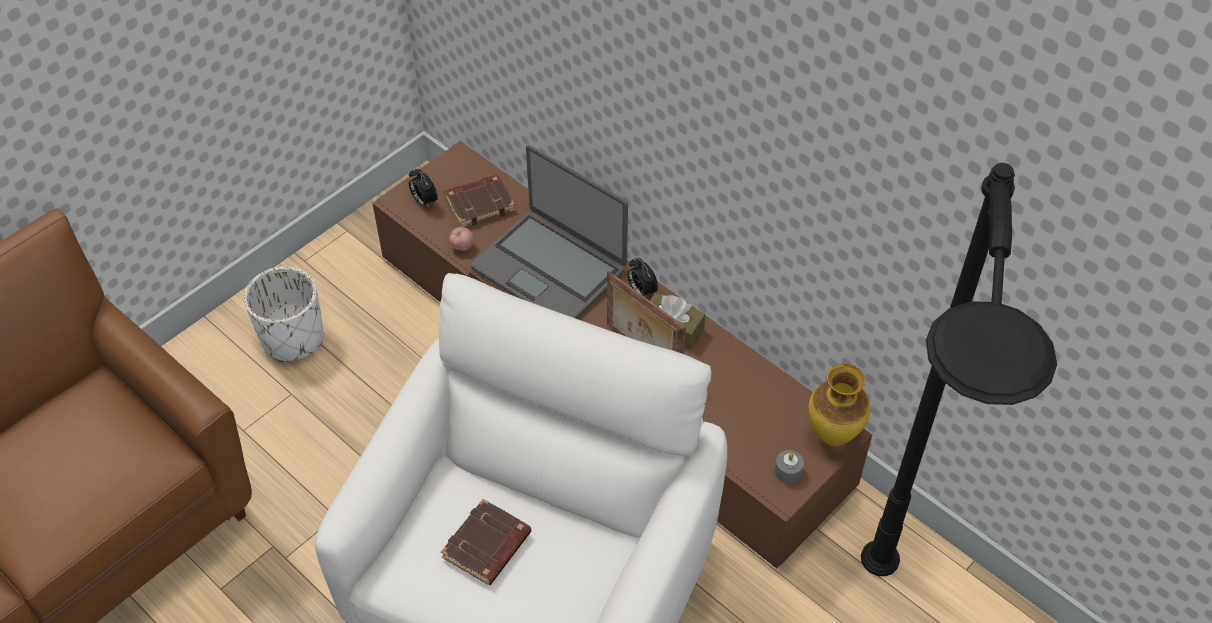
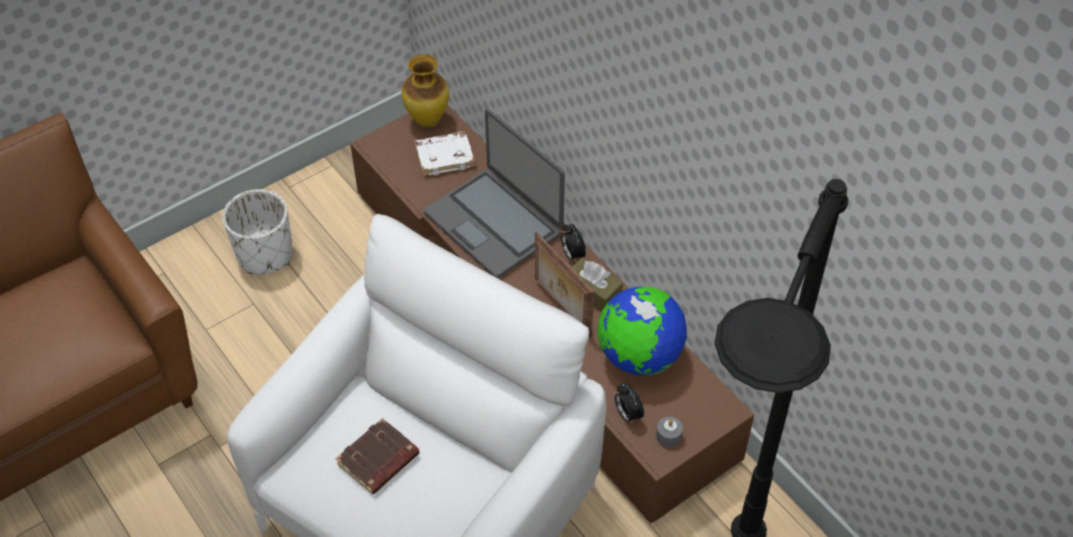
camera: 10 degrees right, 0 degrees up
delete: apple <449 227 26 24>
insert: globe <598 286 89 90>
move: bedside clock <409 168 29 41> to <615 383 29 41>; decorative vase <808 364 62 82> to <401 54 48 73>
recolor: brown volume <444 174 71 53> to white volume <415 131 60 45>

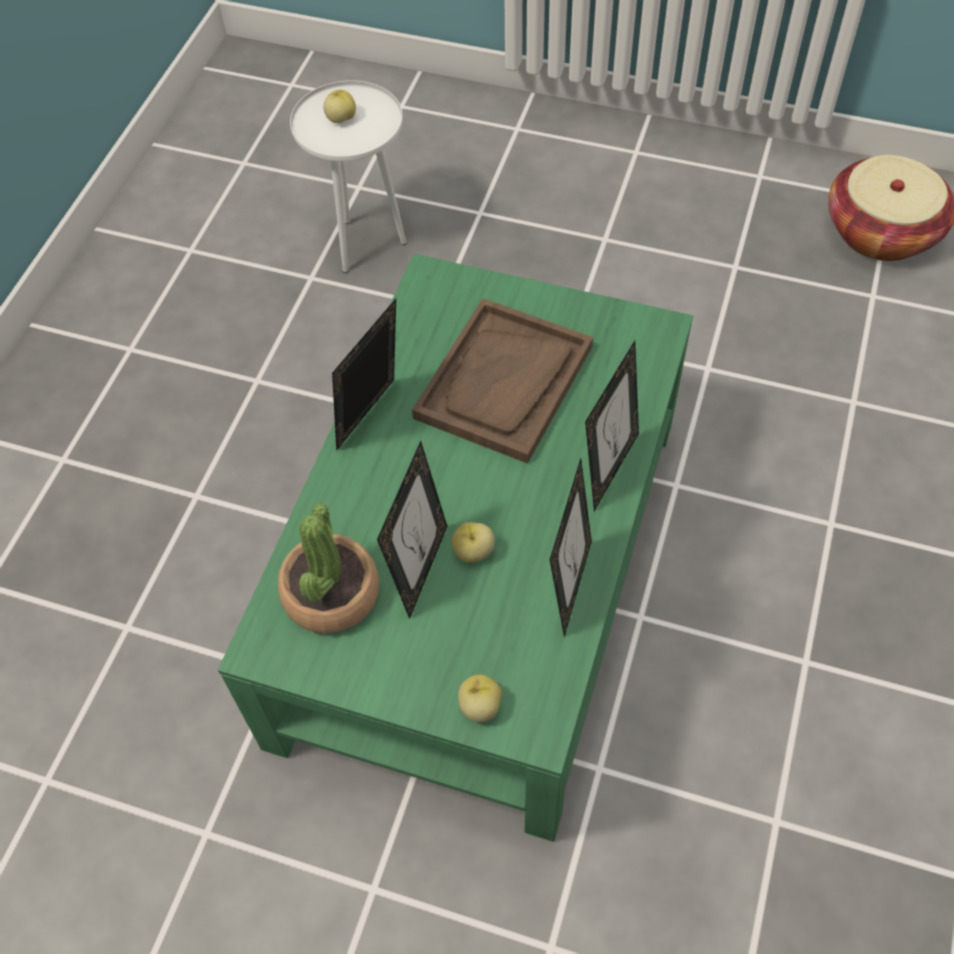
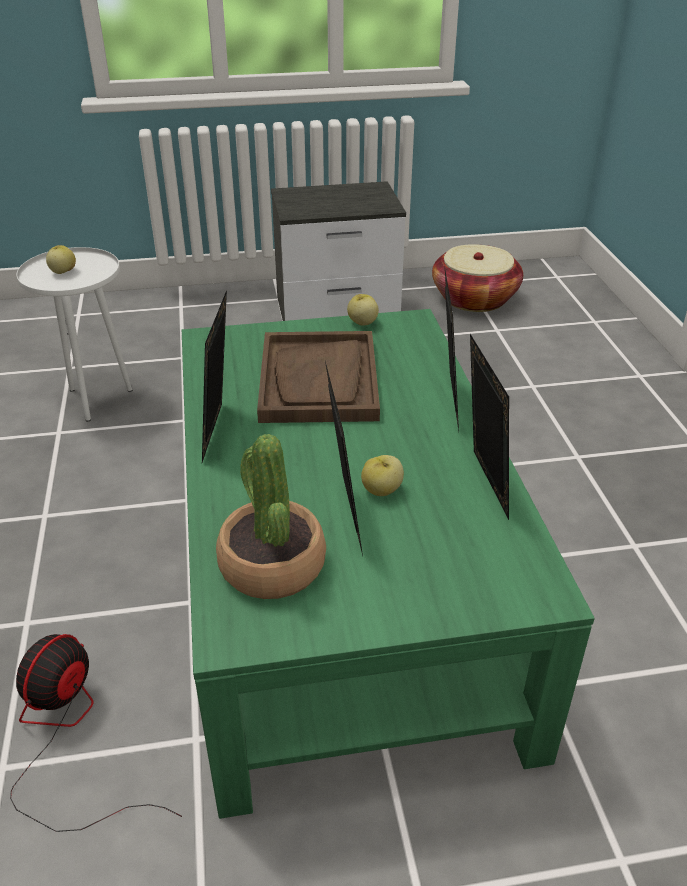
camera: 30 degrees left, 20 degrees down
insert: fan <10 634 172 198>; nightstand <271 181 135 140>
move: apple <458 674 44 48> to <347 294 32 32>

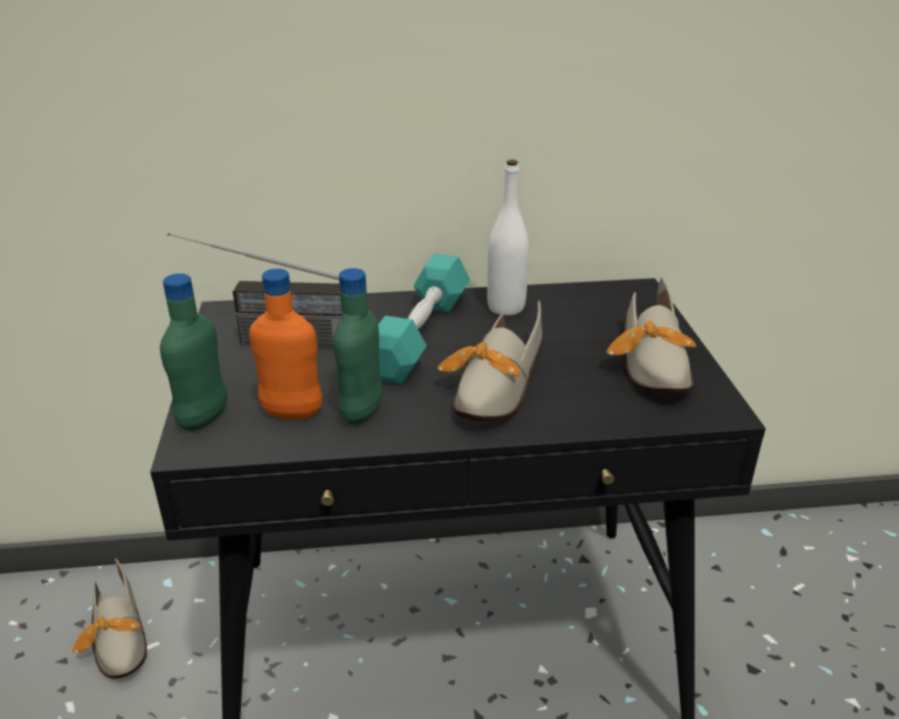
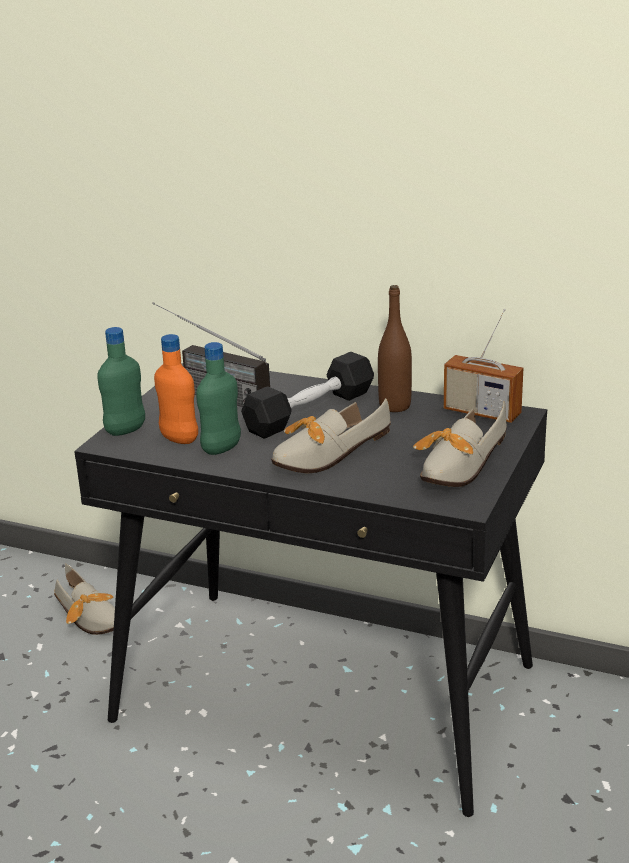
camera: 30 degrees right, 5 degrees down
insert: radio set <444 309 79 114>
recolor: turquoise-coloured free weight <378 253 92 131> to black free weight <241 352 133 87>; white drink bottle <487 159 42 157> to brown drink bottle <378 285 34 127>
rotate: item of footwear <73 558 74 120> = <54 563 61 72> 45 degrees counterclockwise

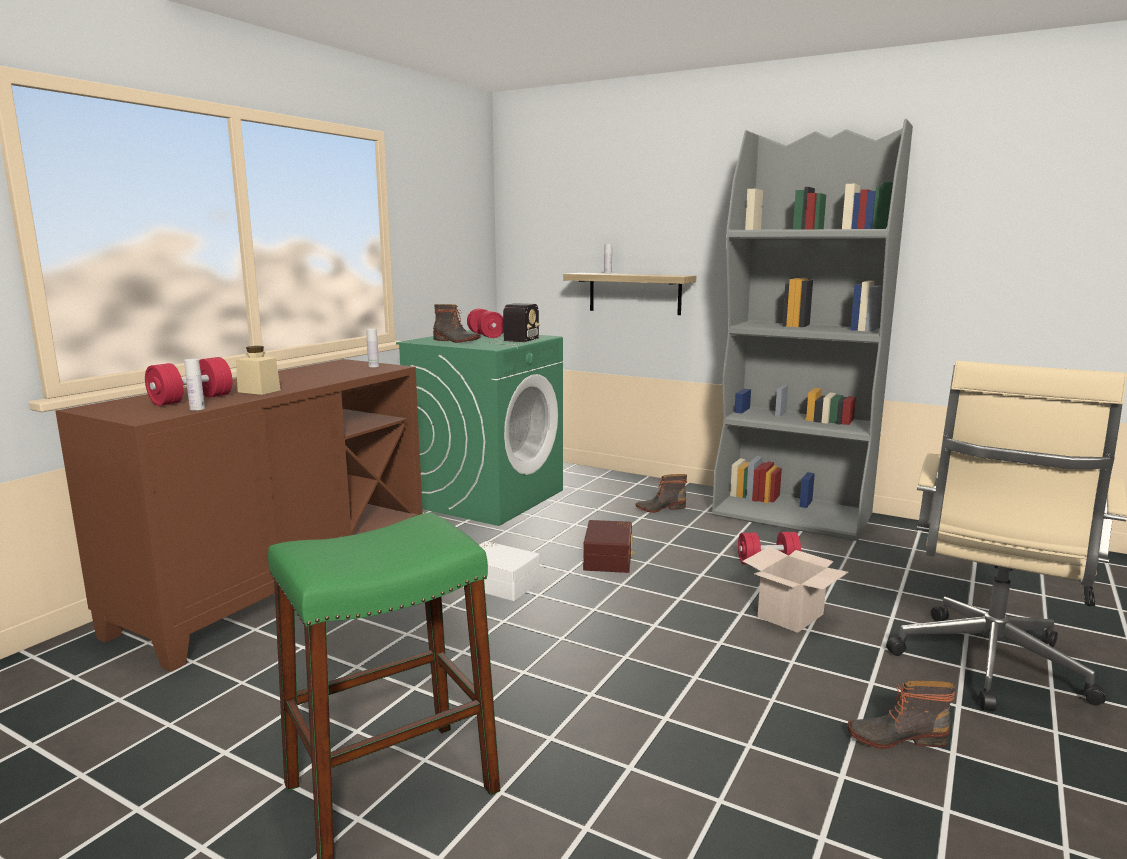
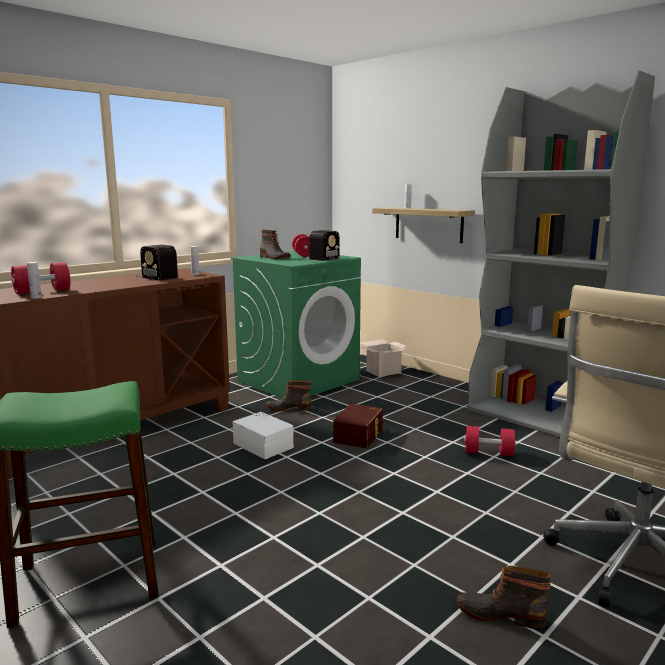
camera: 15 degrees right, 0 degrees up
delete: beige-coloured preserve jar <236 346 45 49>
insert: radio set <134 245 44 36>
move: boot <636 474 51 39> to <266 380 45 31>; cardboard box <743 546 105 87> to <361 339 47 38>

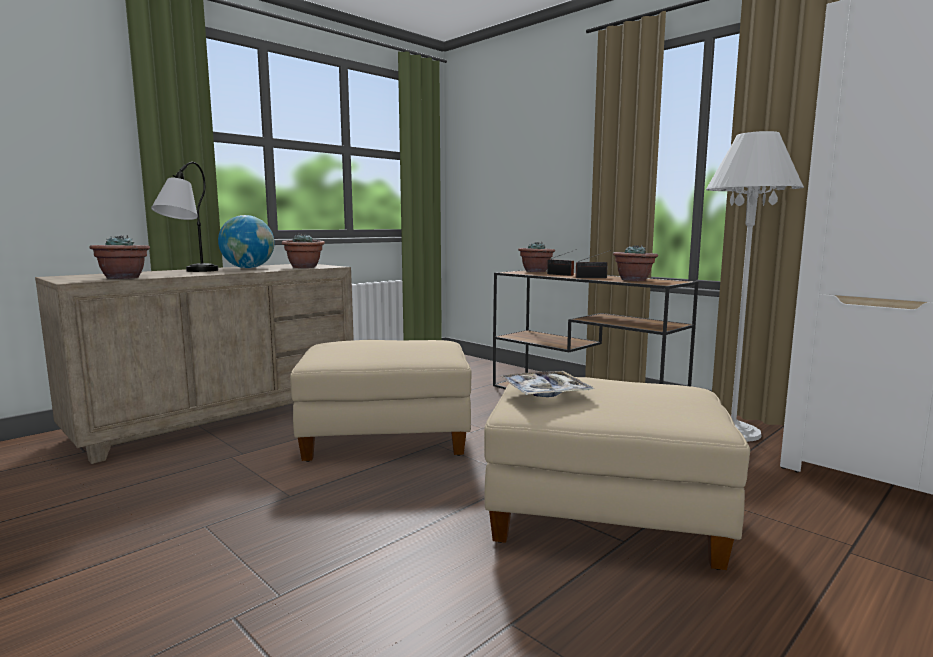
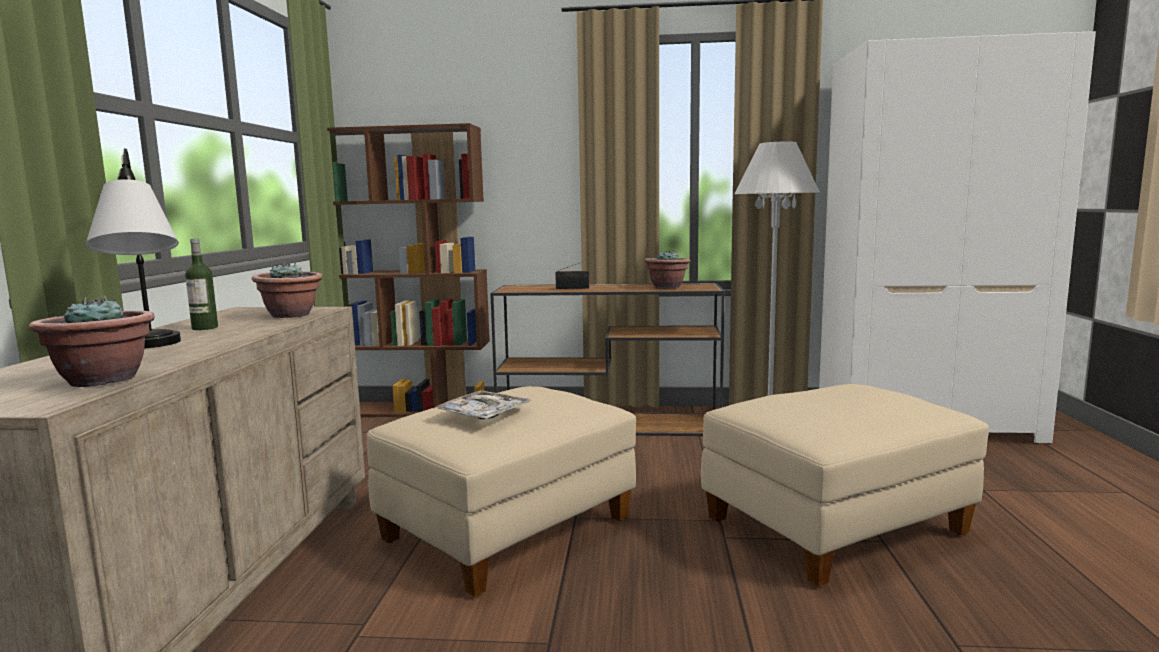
camera: 40 degrees left, 0 degrees up
delete: houseplant <518 242 37 30>; radio set <576 250 35 28>
insert: brown shelving unit <327 123 163 294>
move: tray <500 371 94 26> to <432 390 99 29>
replace: globe <218 215 56 53> to drink bottle <185 239 33 91>

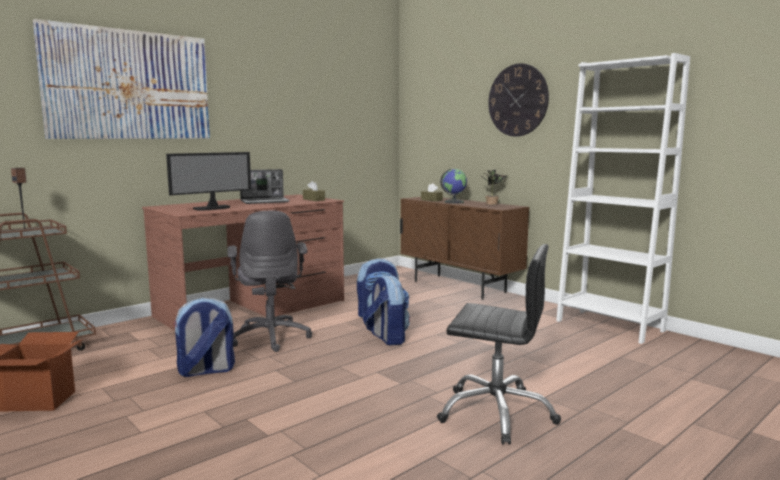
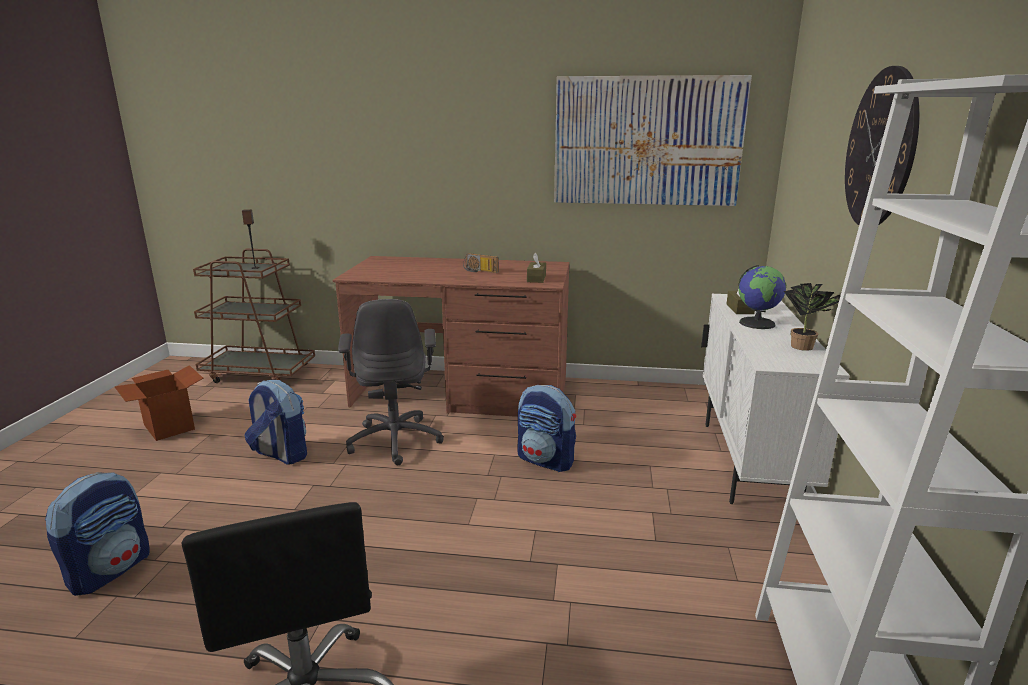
camera: 50 degrees right, 10 degrees up
delete: computer display <166 152 85 59>
move: wall art <33 19 177 120> to <554 75 198 131>; rucksack <363 274 47 71> to <45 472 105 124>
replace: laptop <240 169 50 35> to radio set <463 253 36 20>
recolor: brown storage cabinet <400 197 129 103> to white storage cabinet <701 294 149 210>
rotate: gray desk chair <227 211 85 141> = <338 299 106 166> 45 degrees counterclockwise

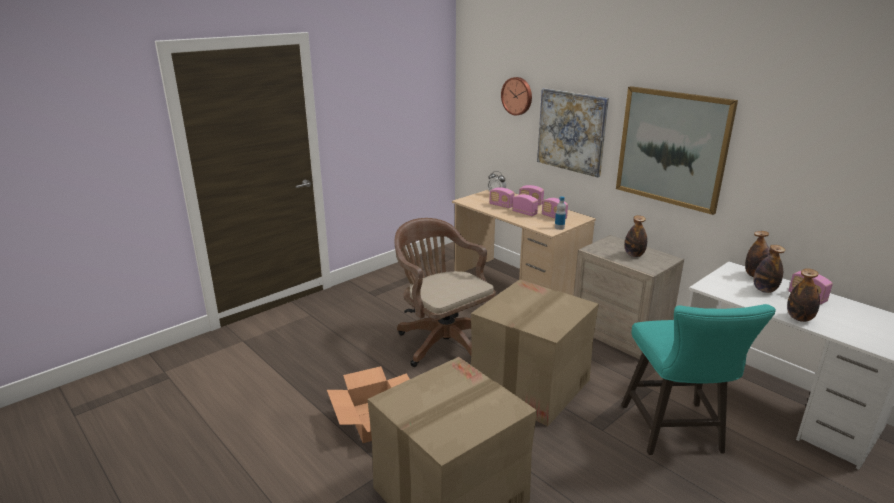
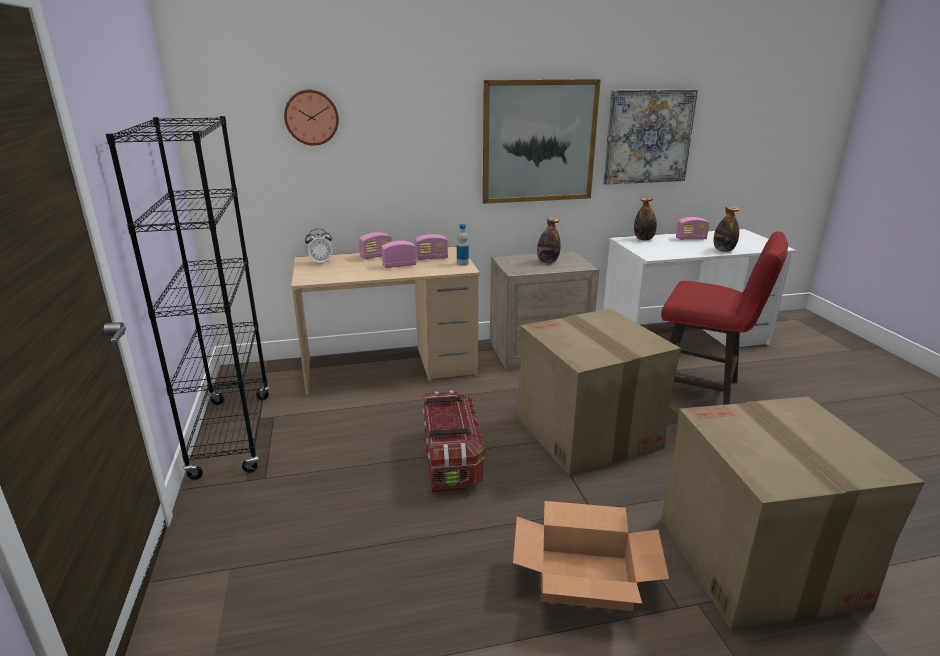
camera: 60 degrees left, 0 degrees up
delete: radio set <489 187 25 21>; drink bottle <753 245 32 48>
insert: black shelving unit <106 116 164 364>
move: wall art <537 88 72 89> to <603 89 95 96>
replace: brown desk chair <395 218 101 149> to storage container <423 390 62 103>
recolor: turquoise-coloured stool <621 304 155 151> to red stool <661 231 127 174>

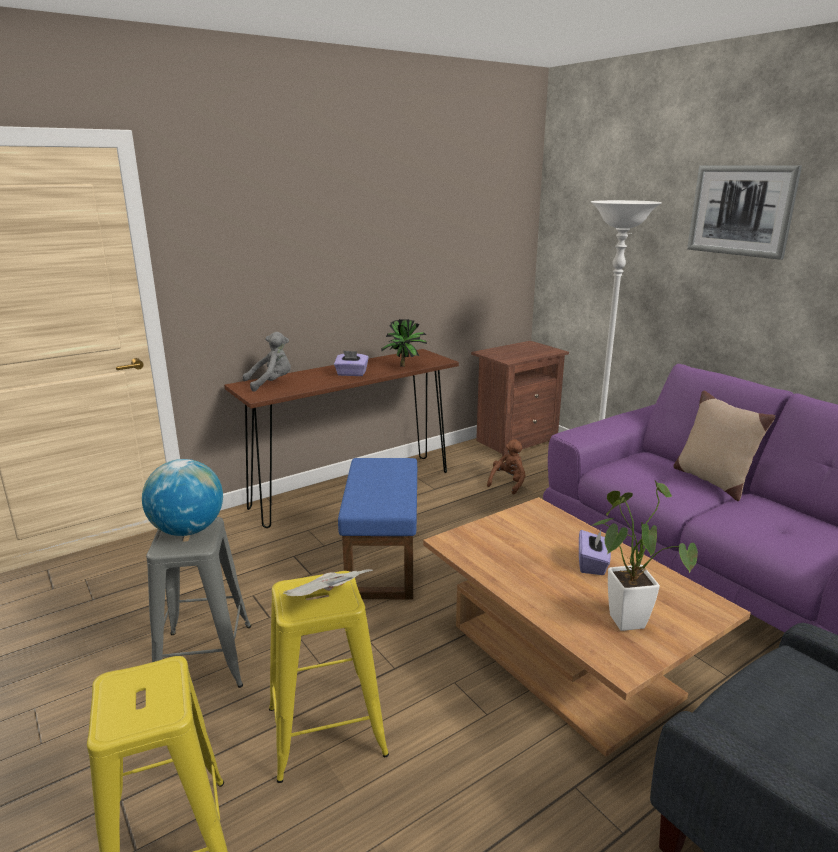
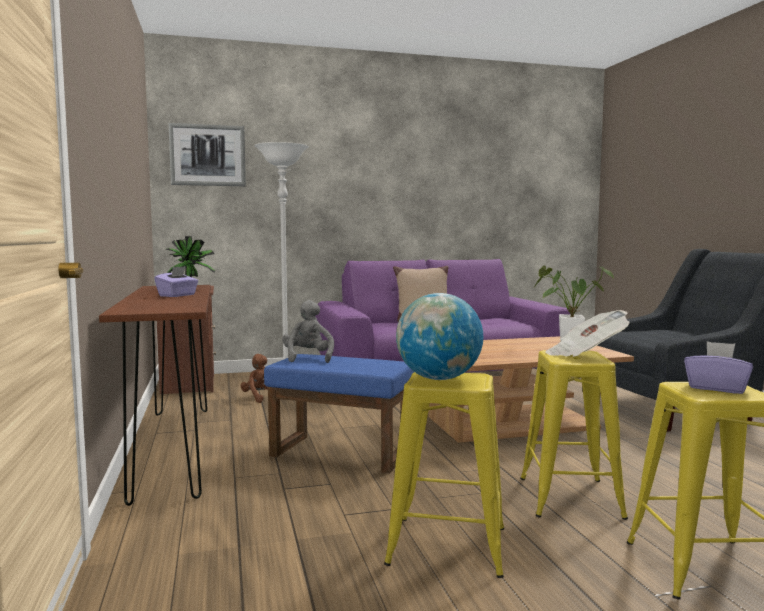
camera: 70 degrees left, 15 degrees down
move: gray plush toy <243 332 48 60> to <282 300 52 63>; purple tissue holder <579 530 32 45> to <684 341 69 53>; wall art <687 166 115 94> to <169 123 77 63>
recolor: gray stool <146 517 105 171> to yellow-coloured stool <384 372 120 206>

